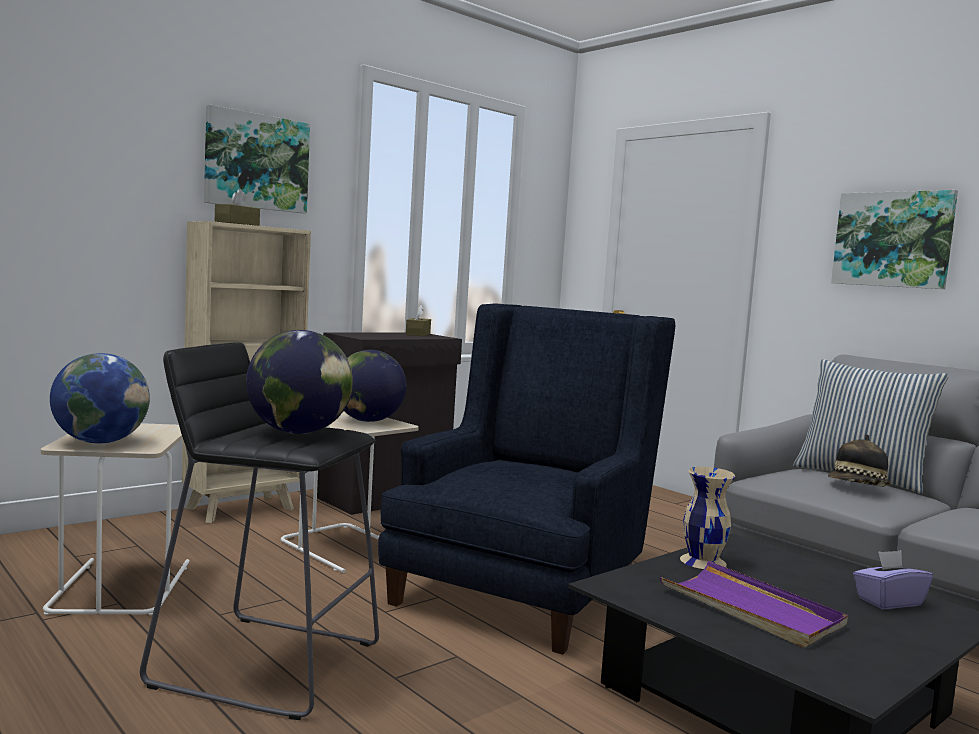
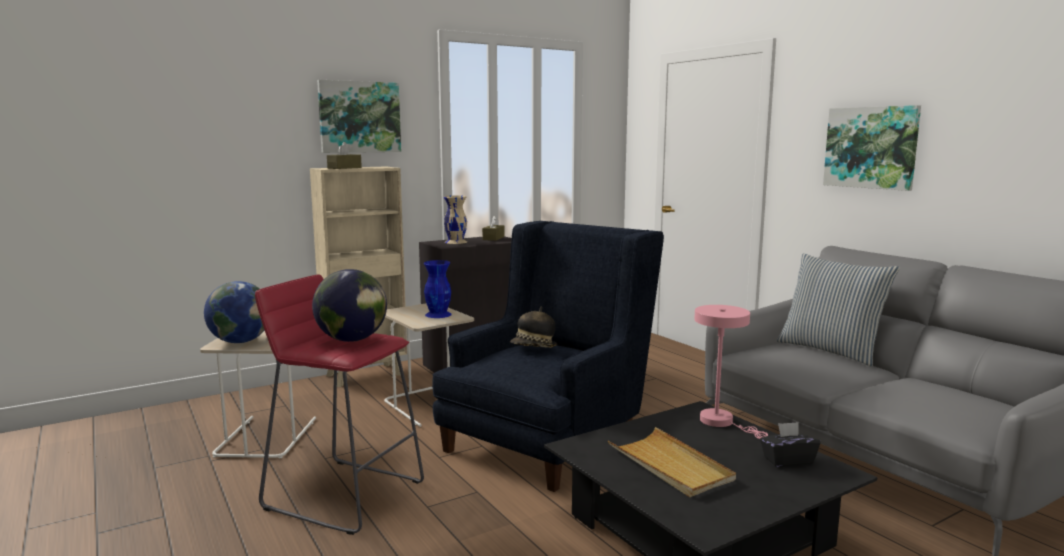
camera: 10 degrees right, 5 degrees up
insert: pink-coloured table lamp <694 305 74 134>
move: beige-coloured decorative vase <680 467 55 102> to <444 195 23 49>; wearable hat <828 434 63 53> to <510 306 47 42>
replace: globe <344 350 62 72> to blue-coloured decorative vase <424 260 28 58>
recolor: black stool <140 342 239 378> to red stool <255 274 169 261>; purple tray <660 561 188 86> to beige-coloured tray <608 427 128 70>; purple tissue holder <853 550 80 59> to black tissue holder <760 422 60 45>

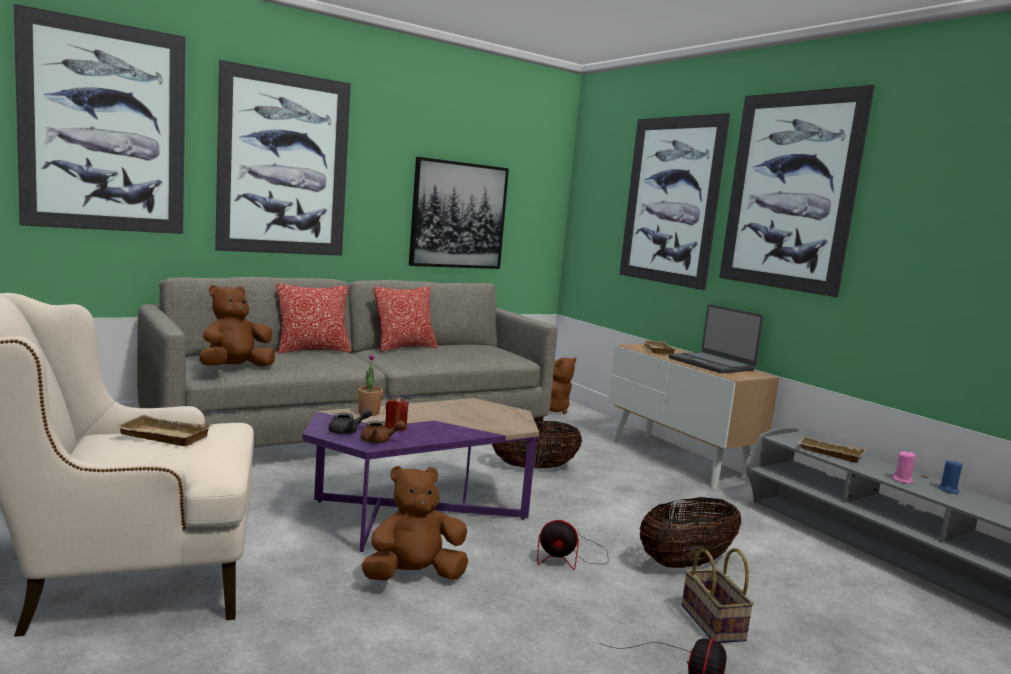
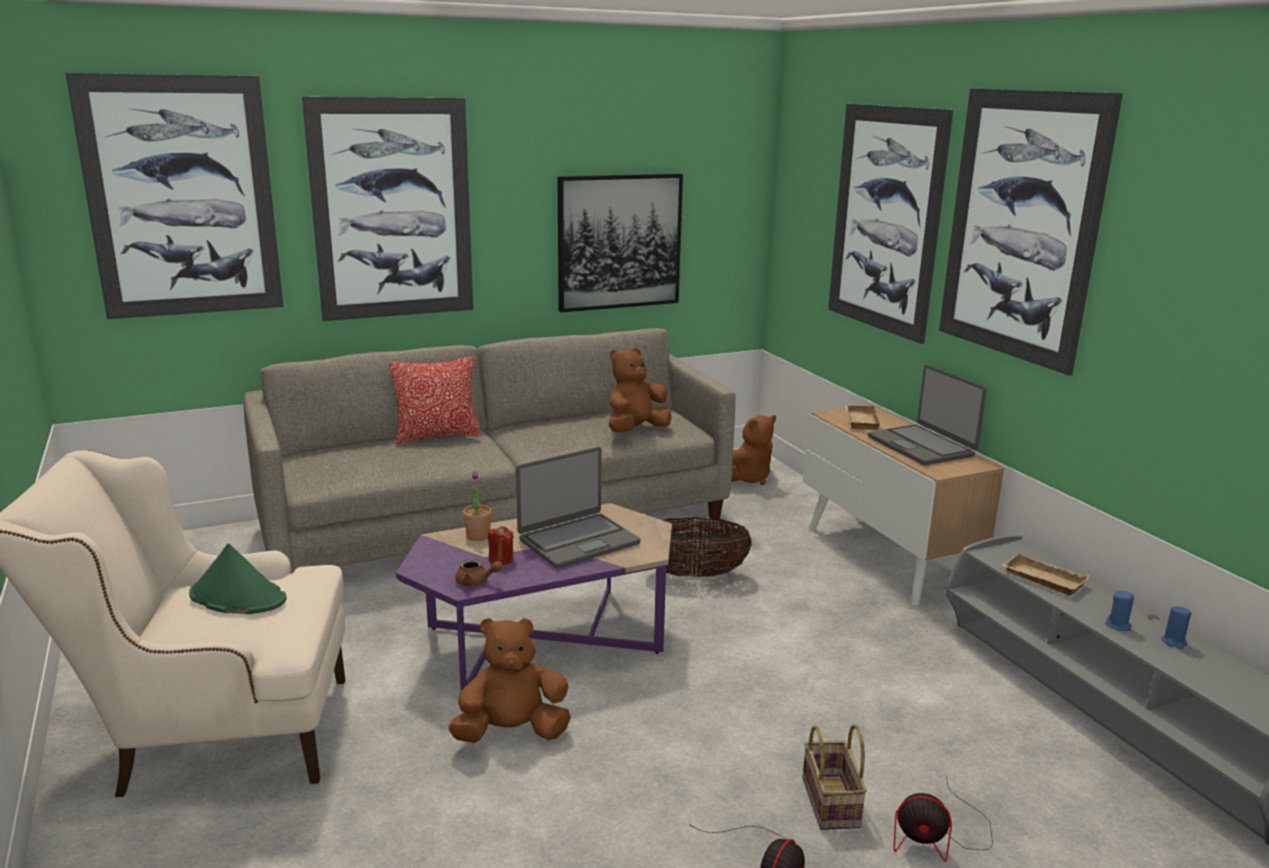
camera: 10 degrees right, 10 degrees up
delete: gray tea pot <329 409 43 25>; throw pillow <373 286 65 66>; basket <640 497 101 71>
insert: laptop <516 447 125 121>
move: brown plush toy <199 285 76 82> to <608 348 63 84>; fan <537 520 72 50> to <894 783 99 79>
replace: beige-coloured tray <114 415 99 31> to green wearable hat <189 544 98 70>
recolor: pink-coloured wax candle <892 452 23 32> to blue-coloured wax candle <1105 591 29 40>

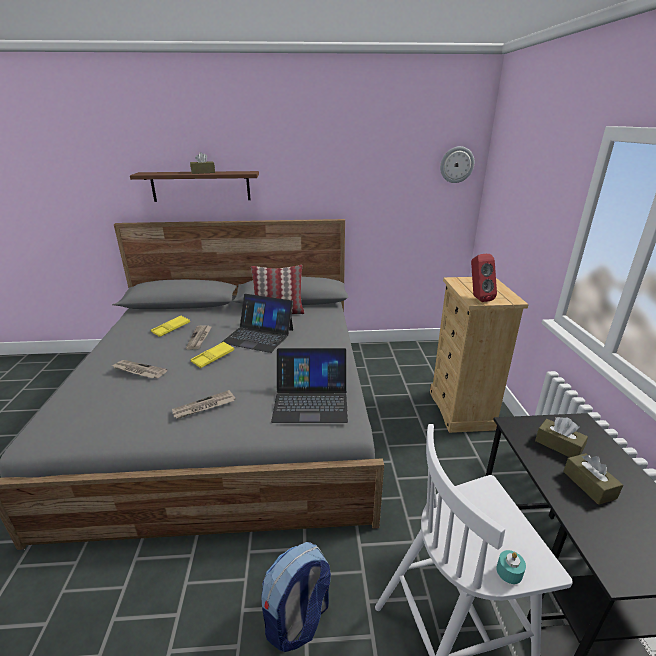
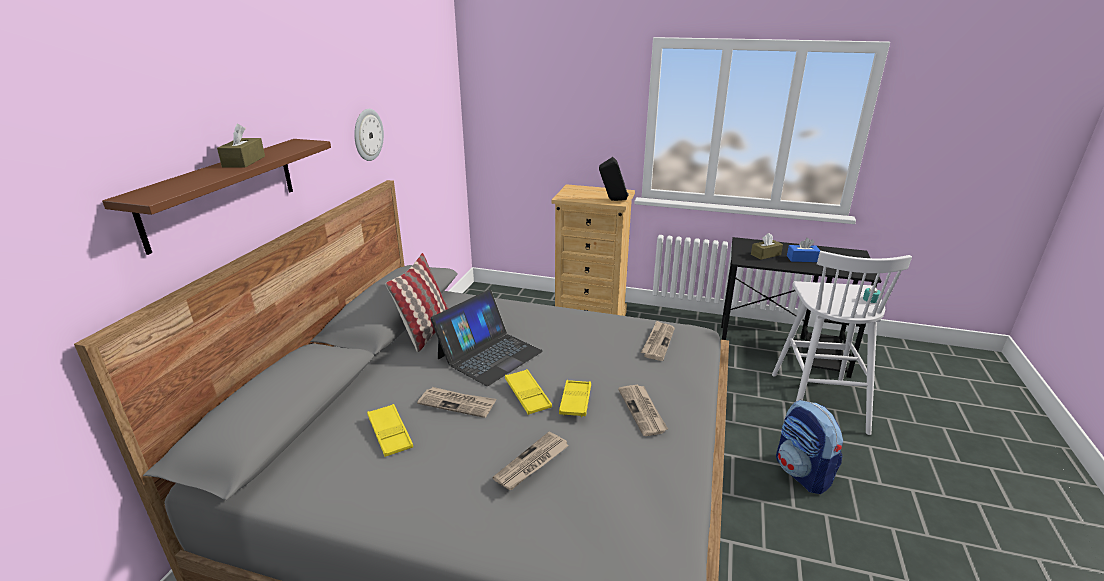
camera: 70 degrees left, 0 degrees up
insert: yellow-coloured tray <559 380 32 37>
move: wall clock <440 146 34 37> to <354 109 30 52>
replace: laptop <271 348 77 75> to newspaper <641 321 34 40>
recolor: red audio speaker <471 254 26 48> to black audio speaker <599 157 29 44>; brown tissue holder <563 453 60 52> to blue-coloured tissue holder <787 238 34 24>

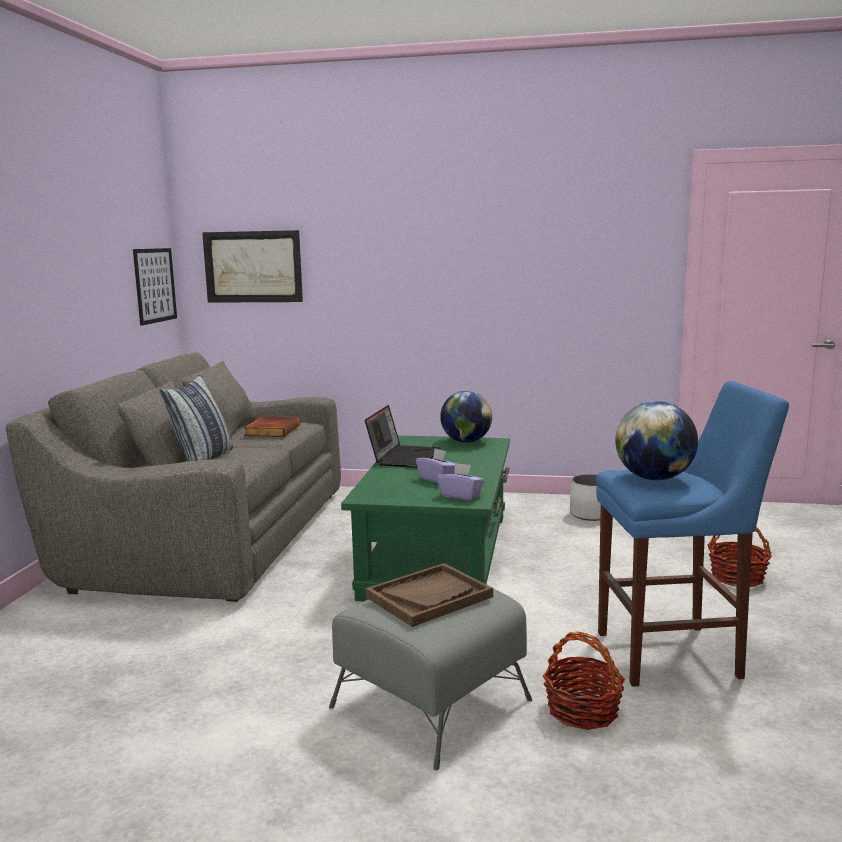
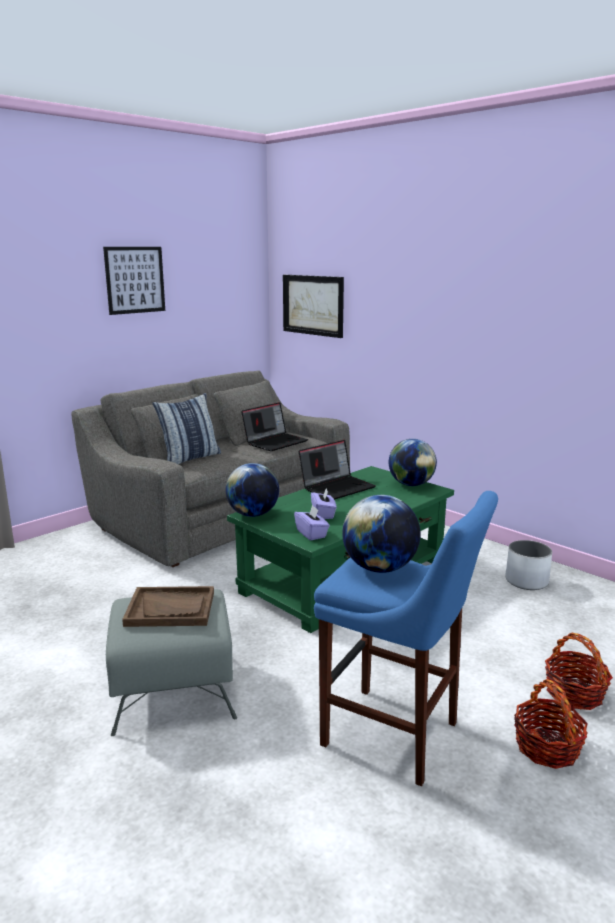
camera: 35 degrees right, 5 degrees up
insert: globe <226 463 53 54>
move: wall art <133 248 44 78> to <103 247 62 68>; basket <543 632 82 98> to <514 679 74 90>
replace: volume <244 416 56 21> to laptop <241 402 67 49>

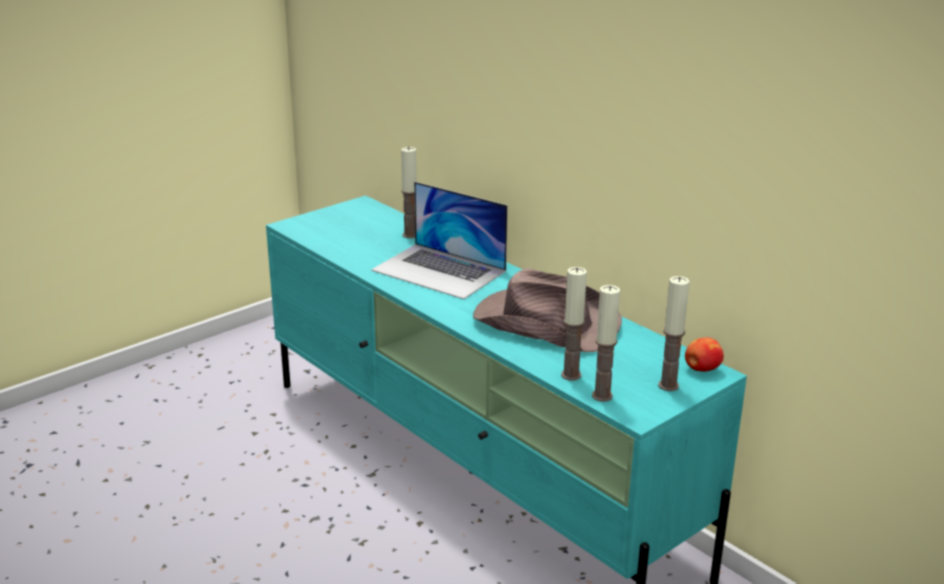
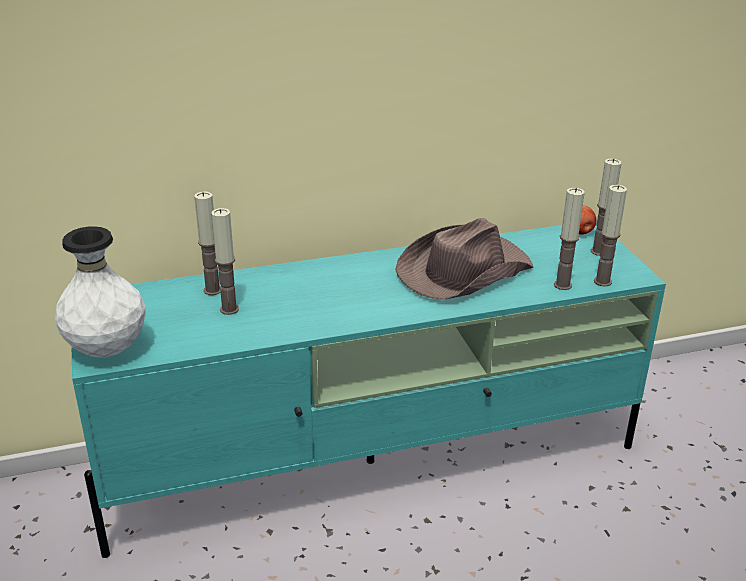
camera: 65 degrees left, 5 degrees up
delete: laptop <371 182 137 117>
insert: white decorative vase <55 226 91 132>; wax candle <211 208 28 107>

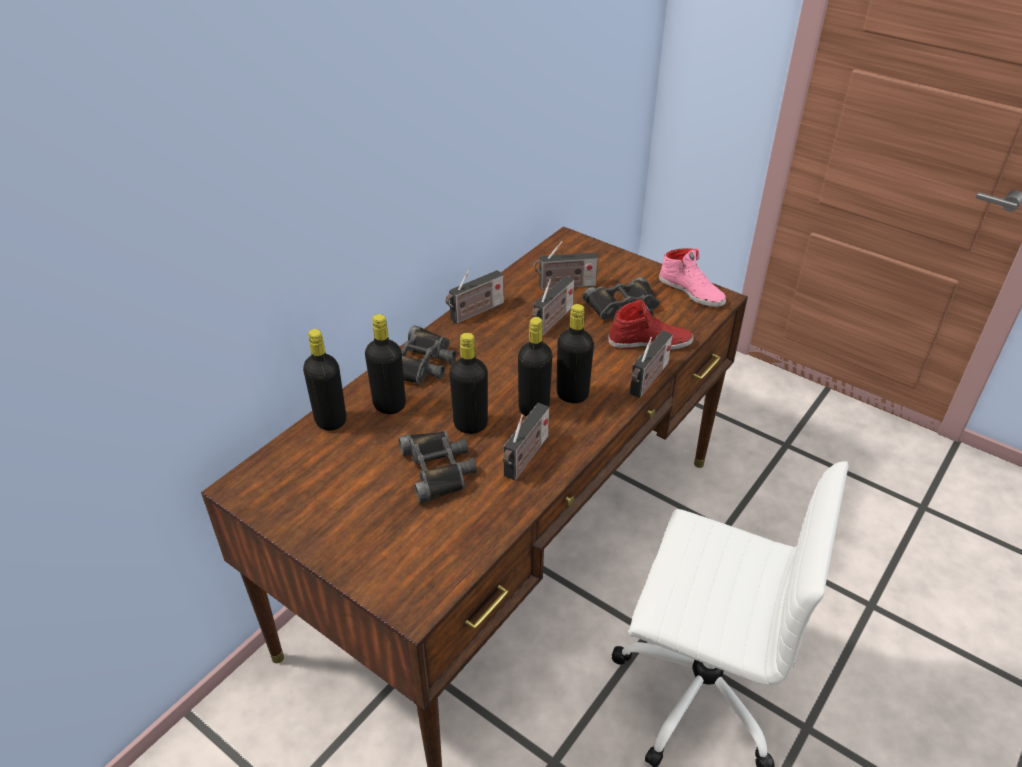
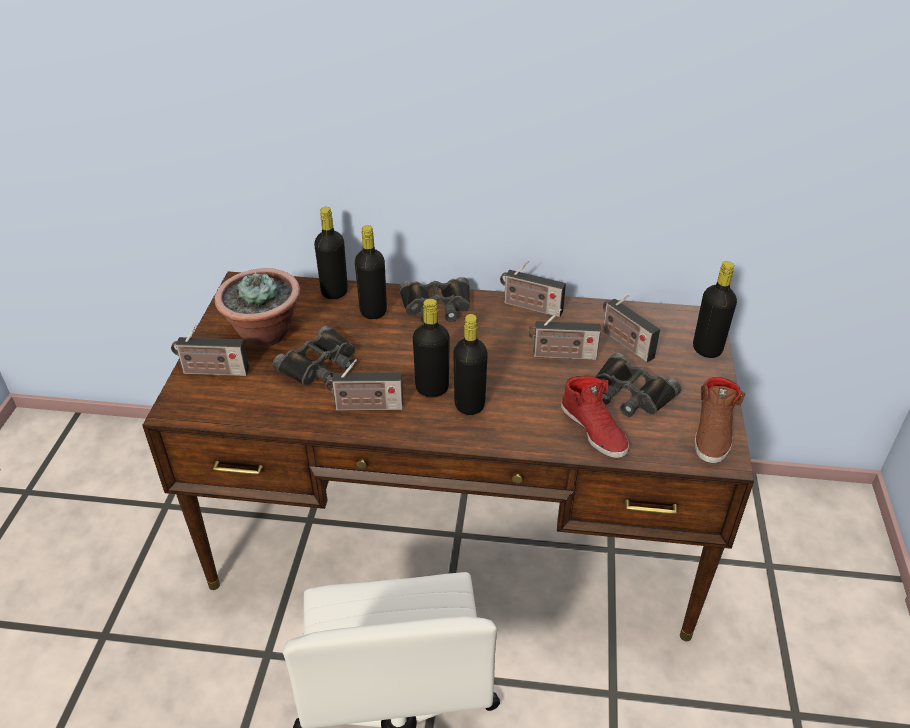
camera: 60 degrees right, 0 degrees up
insert: houseplant <215 268 85 79>
move: black drink bottle <450 333 38 101> to <693 261 44 97>; radio set <630 330 43 68> to <171 324 78 52>
recolor: pink-coloured item of footwear <659 248 67 59> to brown item of footwear <695 377 50 87>

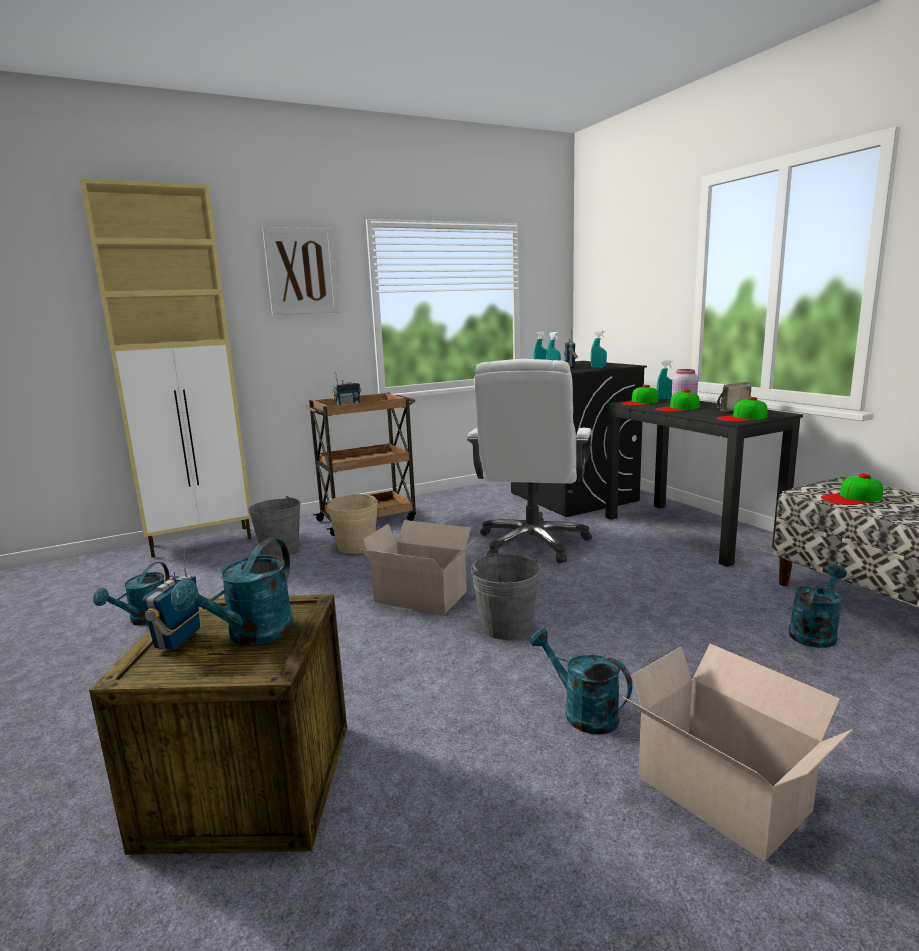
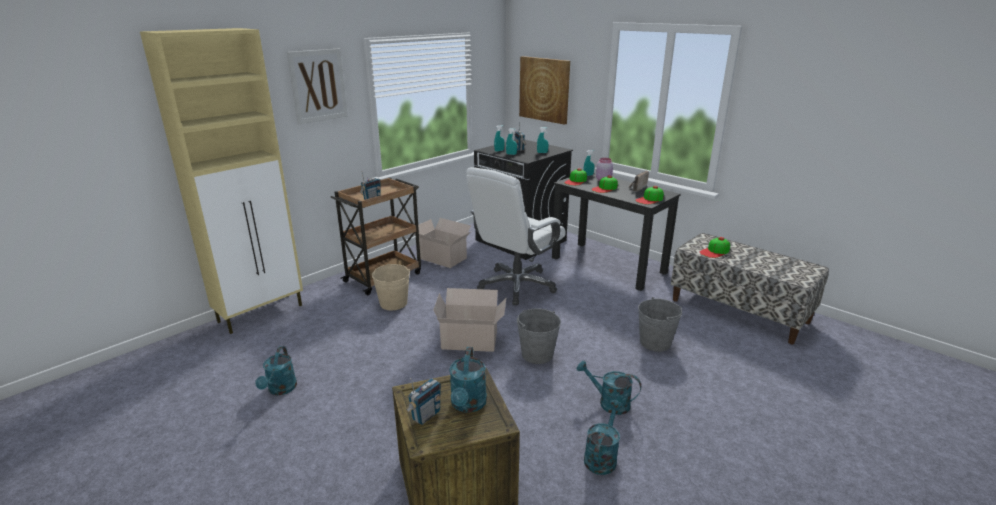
camera: 20 degrees left, 10 degrees up
insert: wall art <519 56 51 69>
move: gray water bucket <248 496 53 61> to <638 297 44 55>; cardboard box <623 644 231 217> to <414 218 58 50>; turquoise-coloured watering pot <789 564 58 84> to <584 400 39 75>
rotate: radio set <142 548 61 102> = <406 378 35 47> 135 degrees counterclockwise; white desk chair <467 359 125 204> = <466 167 100 138> 45 degrees clockwise

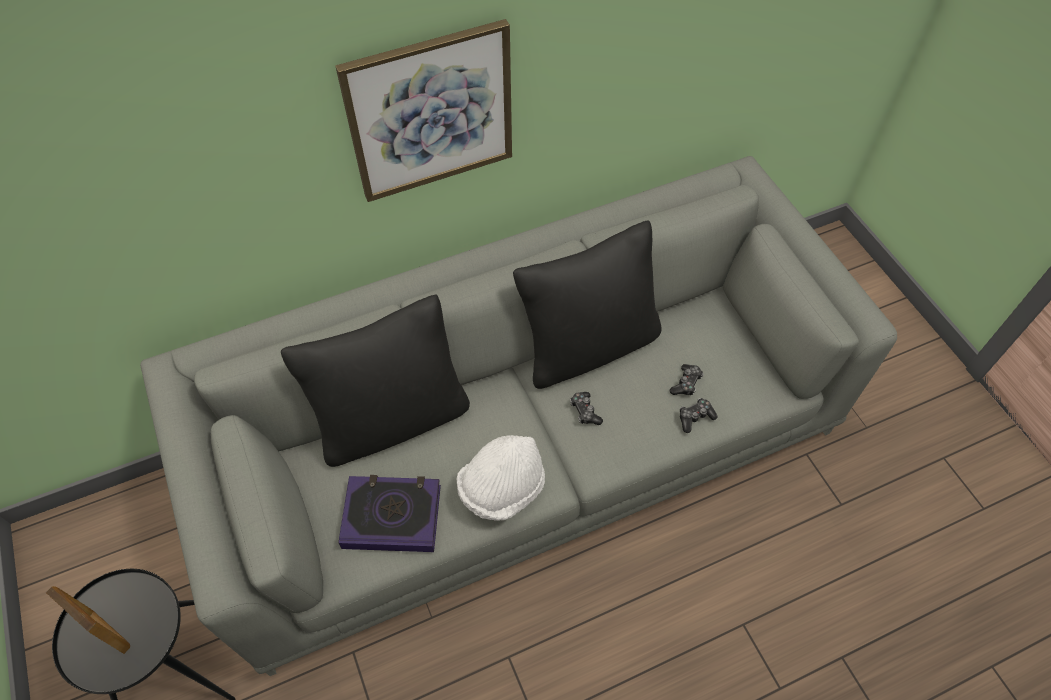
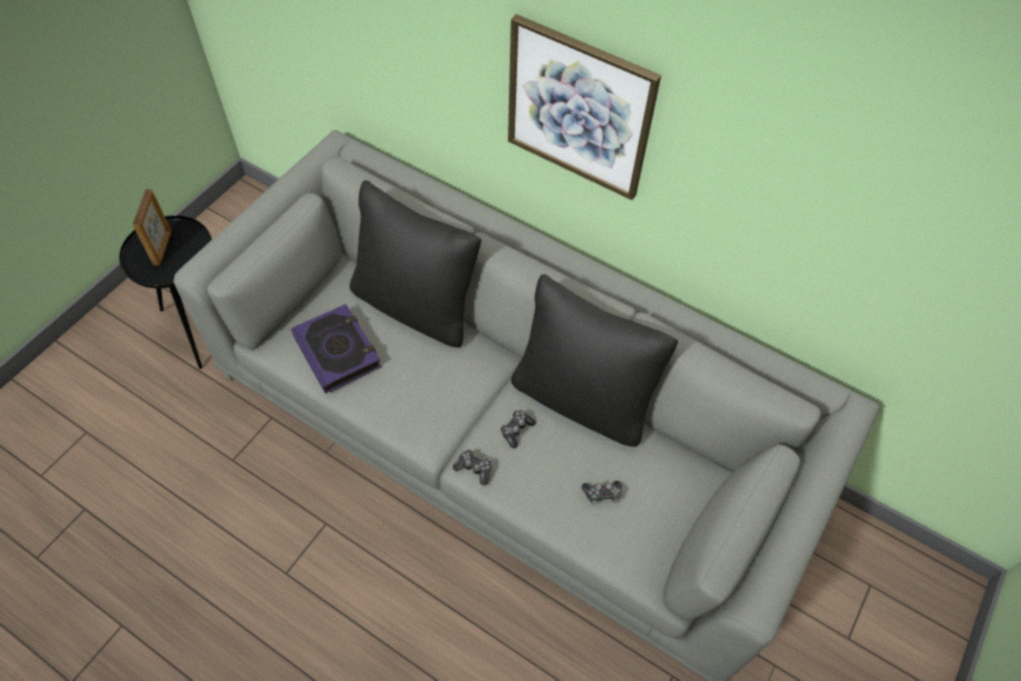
camera: 55 degrees right, 0 degrees up
delete: white wearable hat <456 435 89 86>
move: joypad <680 398 38 35> to <453 449 38 37>

